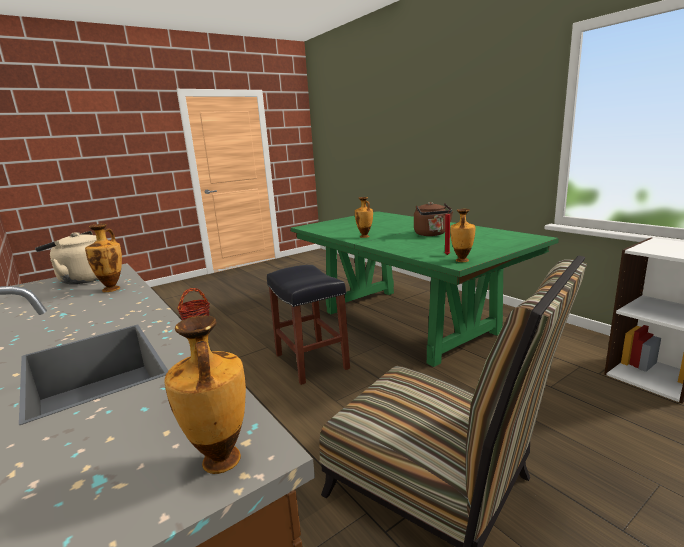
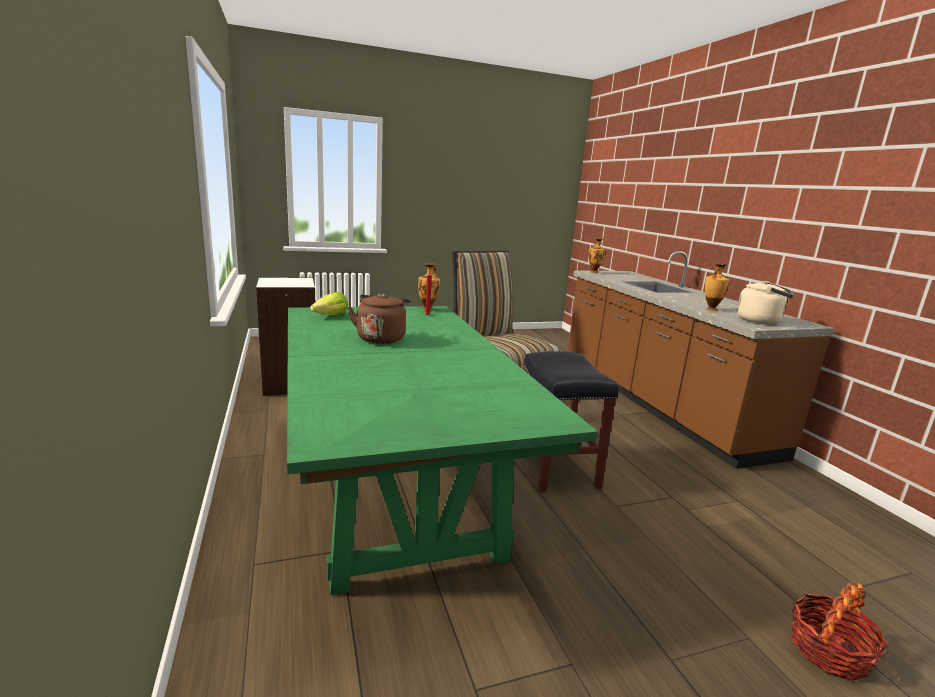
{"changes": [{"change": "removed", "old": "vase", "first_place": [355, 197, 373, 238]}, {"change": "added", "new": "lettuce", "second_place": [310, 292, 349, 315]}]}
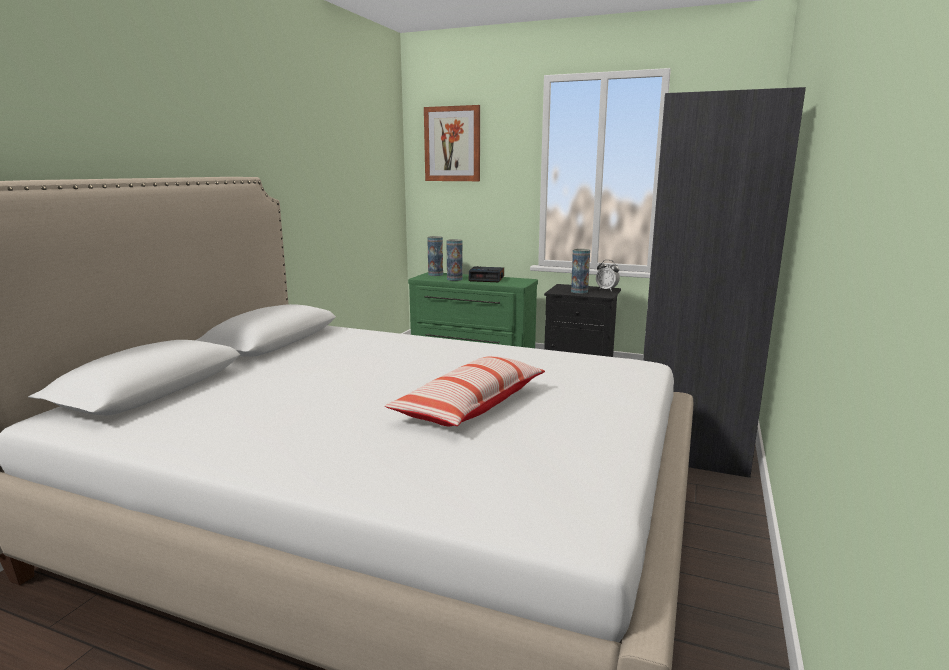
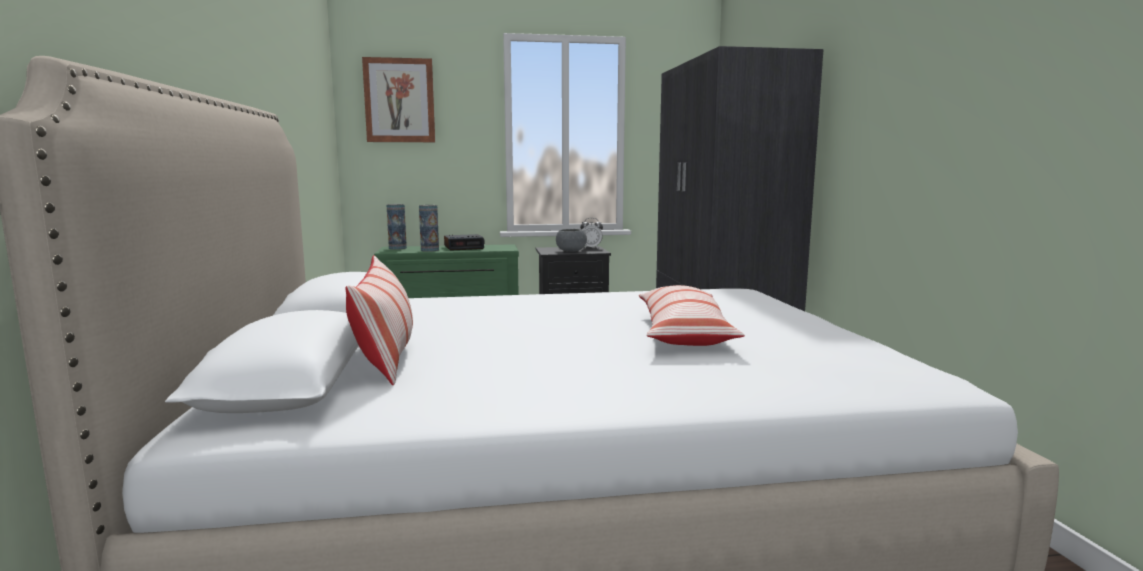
{"changes": [{"change": "replaced", "old": "vase", "new": "bowl in grey", "first_place": [571, 249, 590, 294], "second_place": [556, 229, 587, 252]}, {"change": "added", "new": "pillow", "second_place": [345, 255, 413, 386]}]}
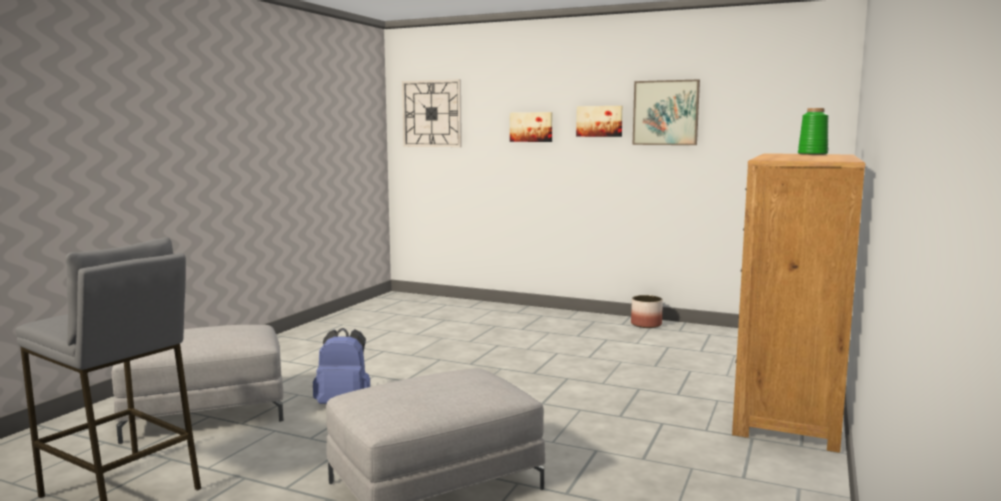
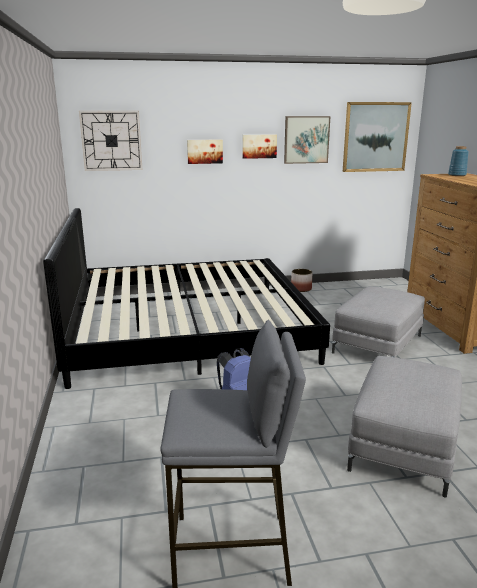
{"changes": [{"change": "recoloured", "old": "vase in green", "new": "vase in blue", "first_place": [798, 108, 829, 155], "second_place": [448, 146, 469, 176]}, {"change": "moved", "old": "ottoman in grey", "first_place": [111, 325, 284, 444], "second_place": [332, 286, 425, 358]}, {"change": "added", "new": "picture", "second_place": [343, 102, 412, 172]}, {"change": "added", "new": "bed", "second_place": [43, 208, 330, 389]}]}
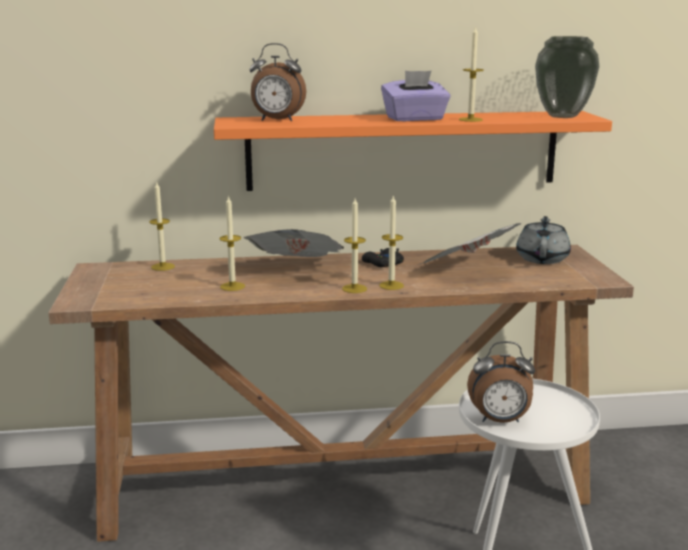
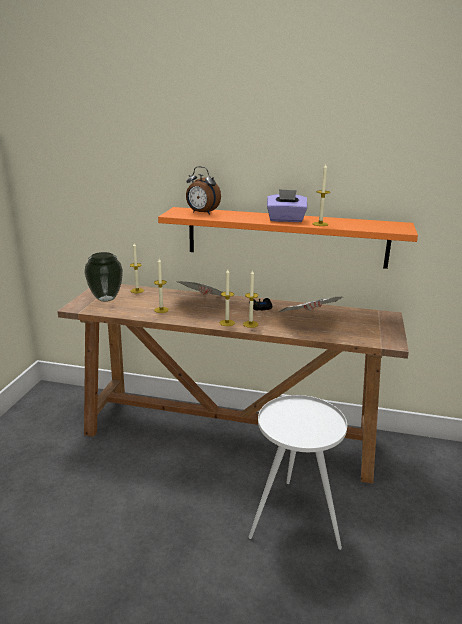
{"changes": [{"change": "moved", "old": "vase", "first_place": [535, 36, 599, 118], "second_place": [84, 252, 123, 302]}, {"change": "removed", "old": "teapot in grey", "first_place": [516, 216, 571, 264]}, {"change": "removed", "old": "alarm clock", "first_place": [467, 341, 535, 423]}]}
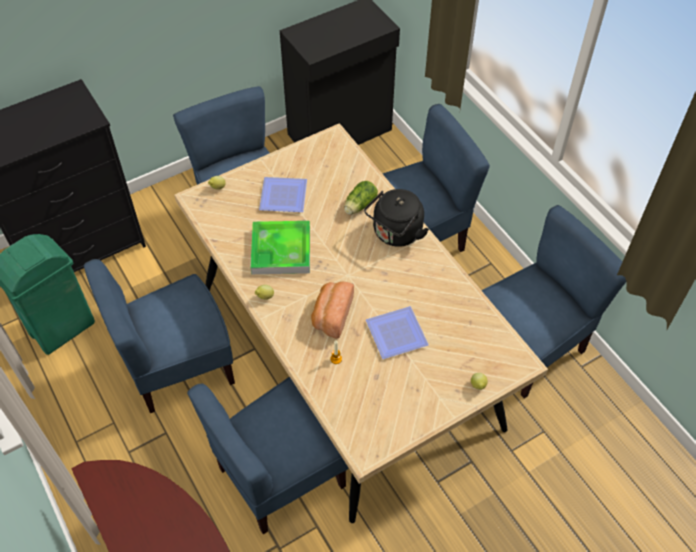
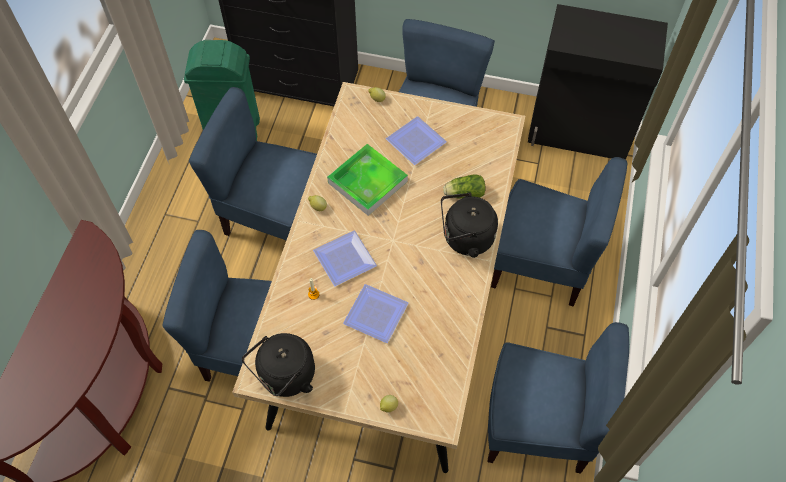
{"changes": [{"change": "replaced", "old": "bread", "new": "plate", "first_place": [311, 282, 354, 339], "second_place": [313, 231, 377, 286]}, {"change": "added", "new": "kettle in black", "second_place": [242, 333, 315, 397]}]}
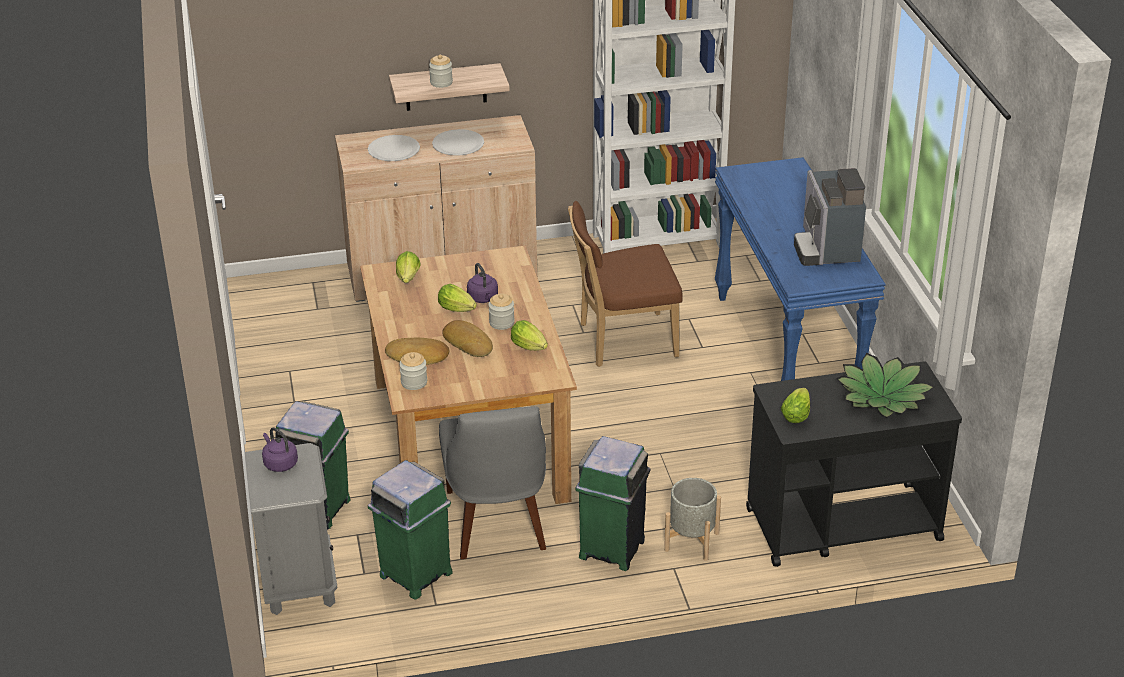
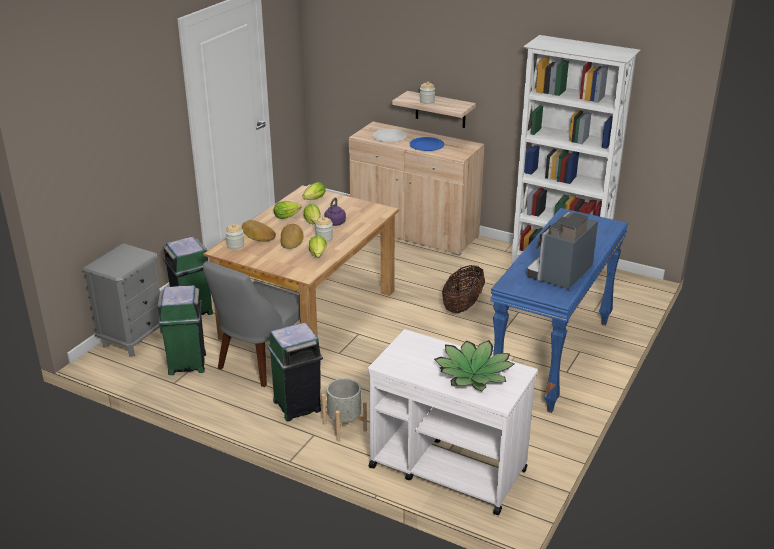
{"changes": [{"change": "recoloured", "old": "plate in white", "new": "plate in blue", "first_place": [432, 129, 484, 156], "second_place": [409, 137, 445, 151]}, {"change": "replaced", "old": "chair in brown", "new": "basket", "first_place": [568, 201, 683, 367], "second_place": [442, 265, 485, 313]}, {"change": "recoloured", "old": "cart in black", "new": "cart in white", "first_place": [746, 361, 962, 567], "second_place": [368, 329, 538, 515]}, {"change": "moved", "old": "lettuce", "first_place": [781, 388, 810, 423], "second_place": [274, 201, 301, 219]}, {"change": "removed", "old": "kettle in purple", "first_place": [262, 427, 298, 472]}]}
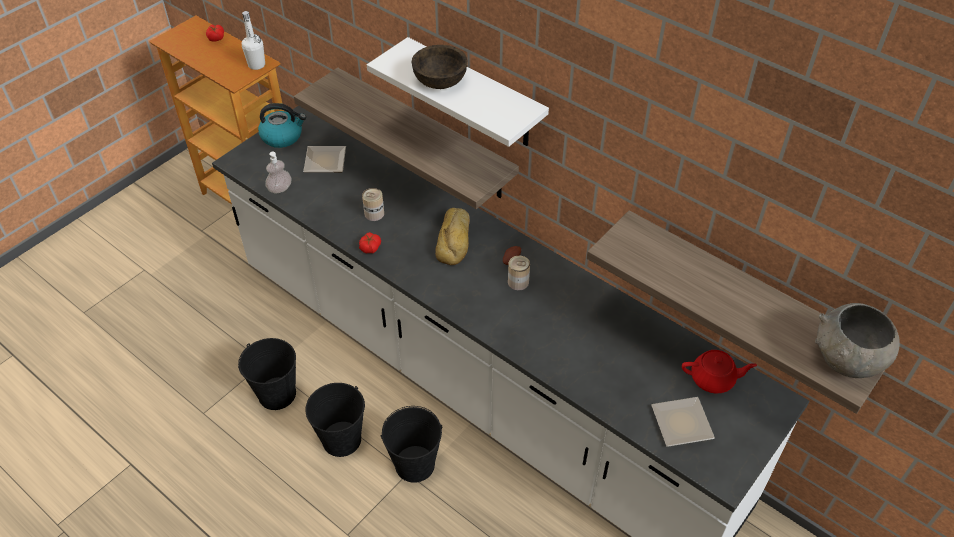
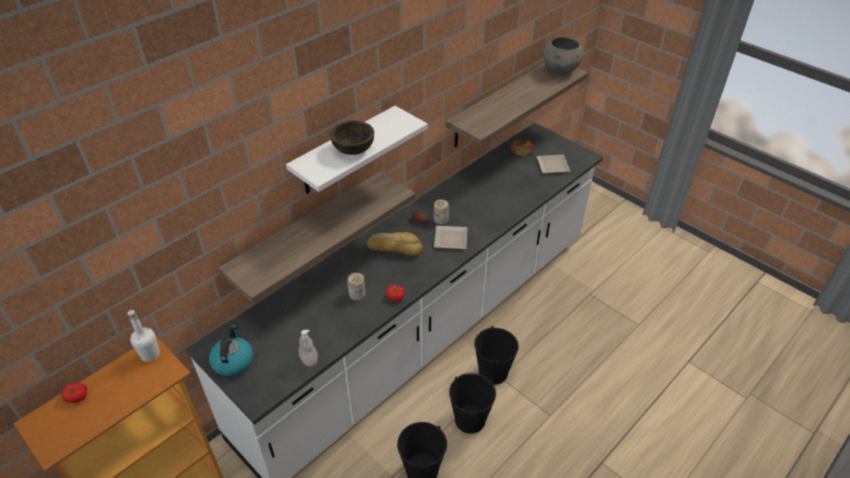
{"changes": [{"change": "moved", "old": "plate", "first_place": [303, 146, 346, 173], "second_place": [434, 226, 467, 249]}, {"change": "replaced", "old": "teapot in red", "new": "bread", "first_place": [682, 350, 757, 394], "second_place": [510, 136, 534, 156]}]}
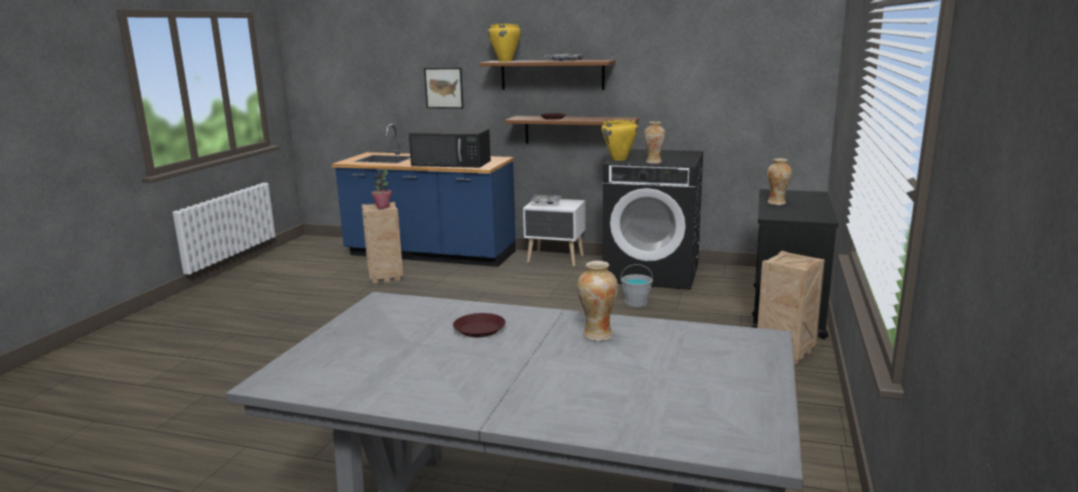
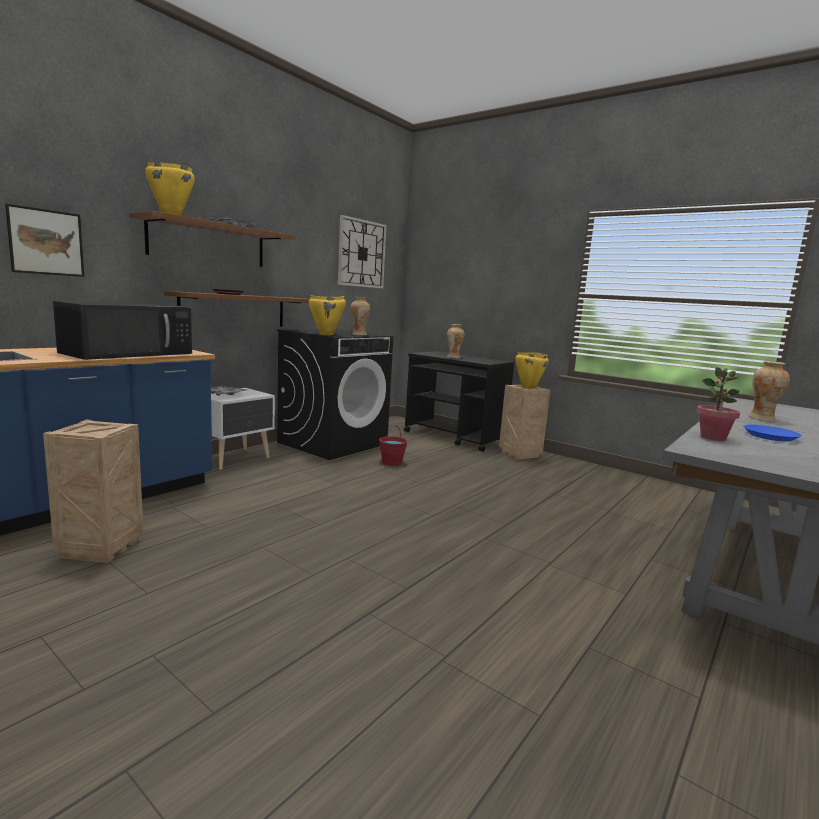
{"changes": [{"change": "moved", "old": "potted plant", "first_place": [371, 170, 392, 209], "second_place": [697, 367, 740, 441]}, {"change": "recoloured", "old": "bucket in grey", "new": "bucket in red", "first_place": [621, 264, 653, 307], "second_place": [379, 426, 408, 466]}, {"change": "recoloured", "old": "plate in brown", "new": "plate in blue", "first_place": [453, 313, 506, 337], "second_place": [743, 425, 802, 442]}, {"change": "added", "new": "wall clock", "second_place": [338, 215, 386, 288]}, {"change": "added", "new": "cooking pot in yellow", "second_place": [515, 352, 548, 389]}]}
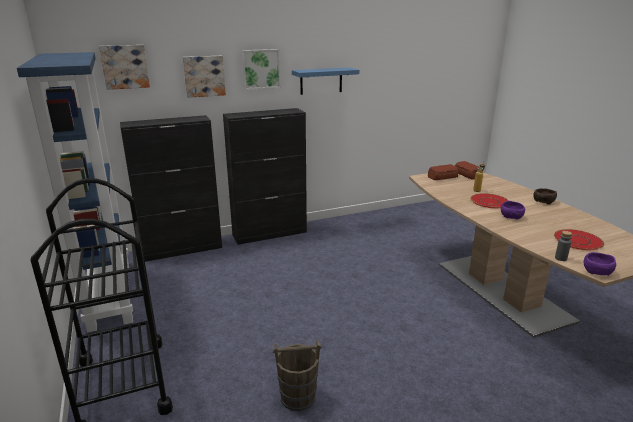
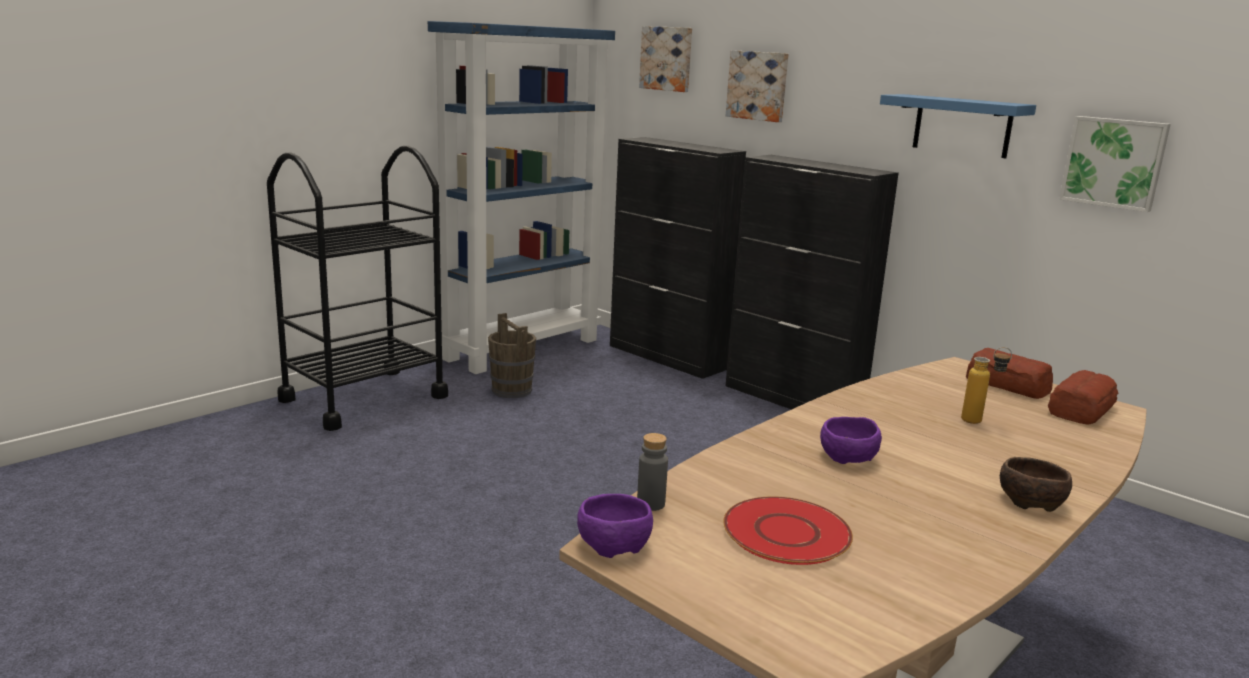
{"changes": [{"change": "moved", "old": "picture", "first_place": [242, 49, 280, 90], "second_place": [1059, 116, 1171, 212]}, {"change": "removed", "old": "plate in red", "first_place": [471, 193, 509, 208]}, {"change": "moved", "old": "bucket in brown", "first_place": [273, 340, 321, 411], "second_place": [488, 313, 536, 398]}]}
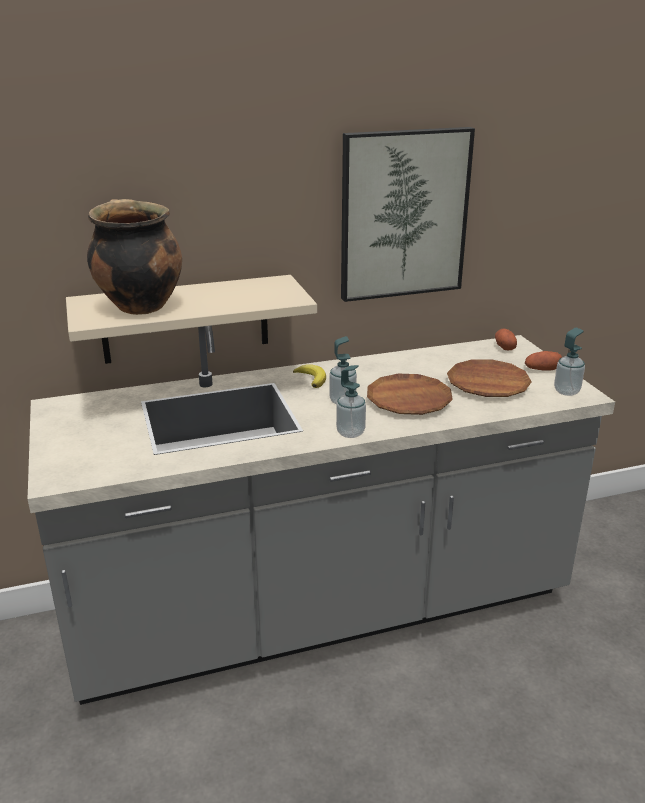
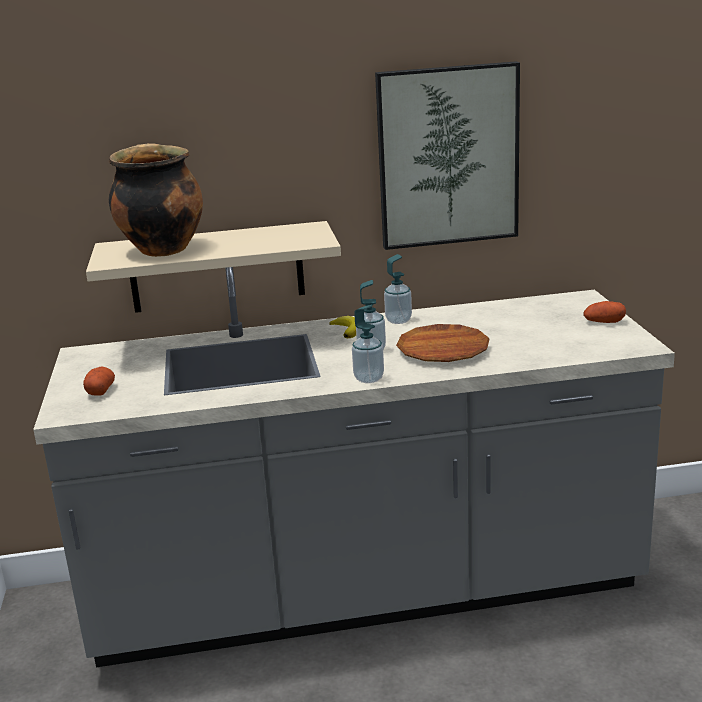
{"changes": [{"change": "moved", "old": "potato", "first_place": [495, 328, 517, 350], "second_place": [83, 367, 115, 396]}, {"change": "moved", "old": "soap dispenser", "first_place": [554, 328, 585, 396], "second_place": [384, 254, 412, 324]}, {"change": "removed", "old": "plate in brown", "first_place": [447, 359, 532, 397]}]}
